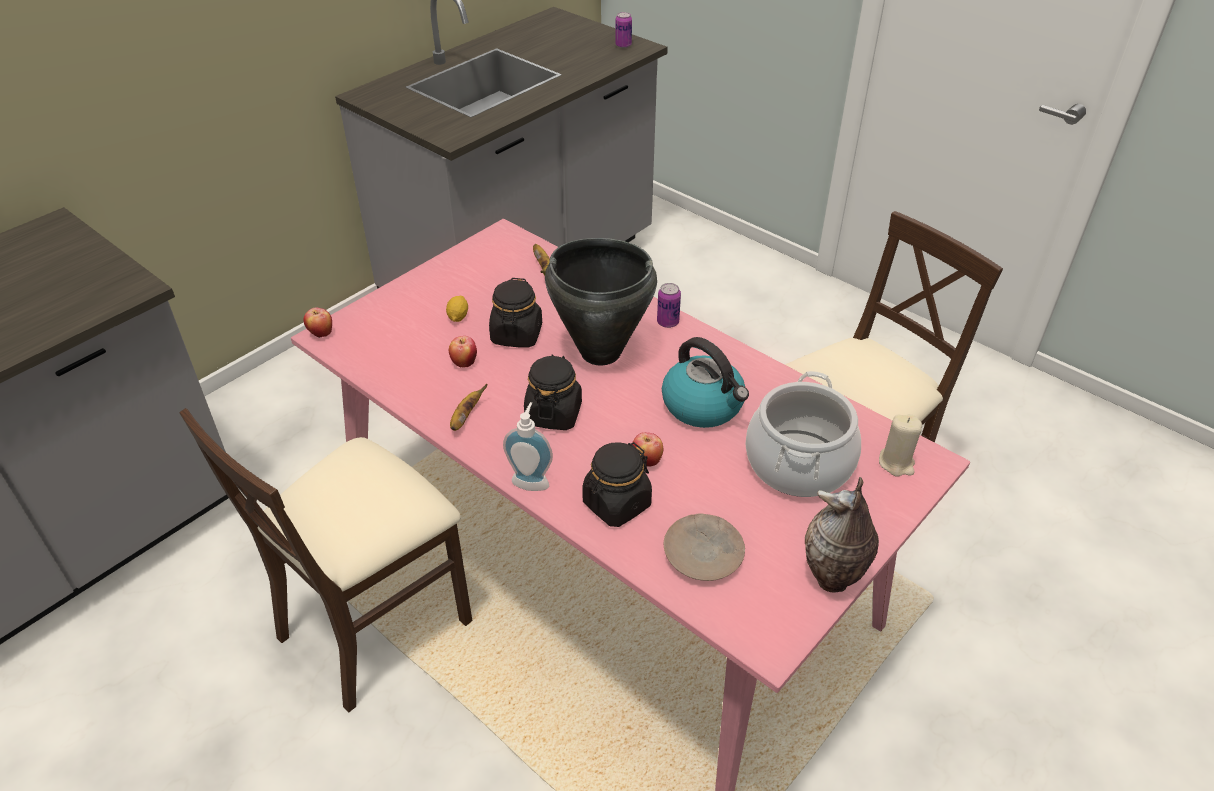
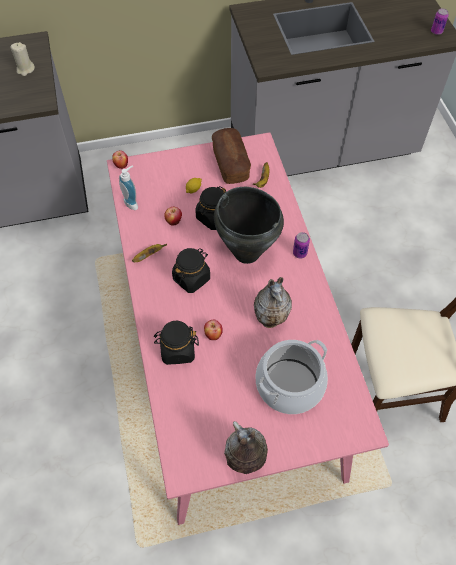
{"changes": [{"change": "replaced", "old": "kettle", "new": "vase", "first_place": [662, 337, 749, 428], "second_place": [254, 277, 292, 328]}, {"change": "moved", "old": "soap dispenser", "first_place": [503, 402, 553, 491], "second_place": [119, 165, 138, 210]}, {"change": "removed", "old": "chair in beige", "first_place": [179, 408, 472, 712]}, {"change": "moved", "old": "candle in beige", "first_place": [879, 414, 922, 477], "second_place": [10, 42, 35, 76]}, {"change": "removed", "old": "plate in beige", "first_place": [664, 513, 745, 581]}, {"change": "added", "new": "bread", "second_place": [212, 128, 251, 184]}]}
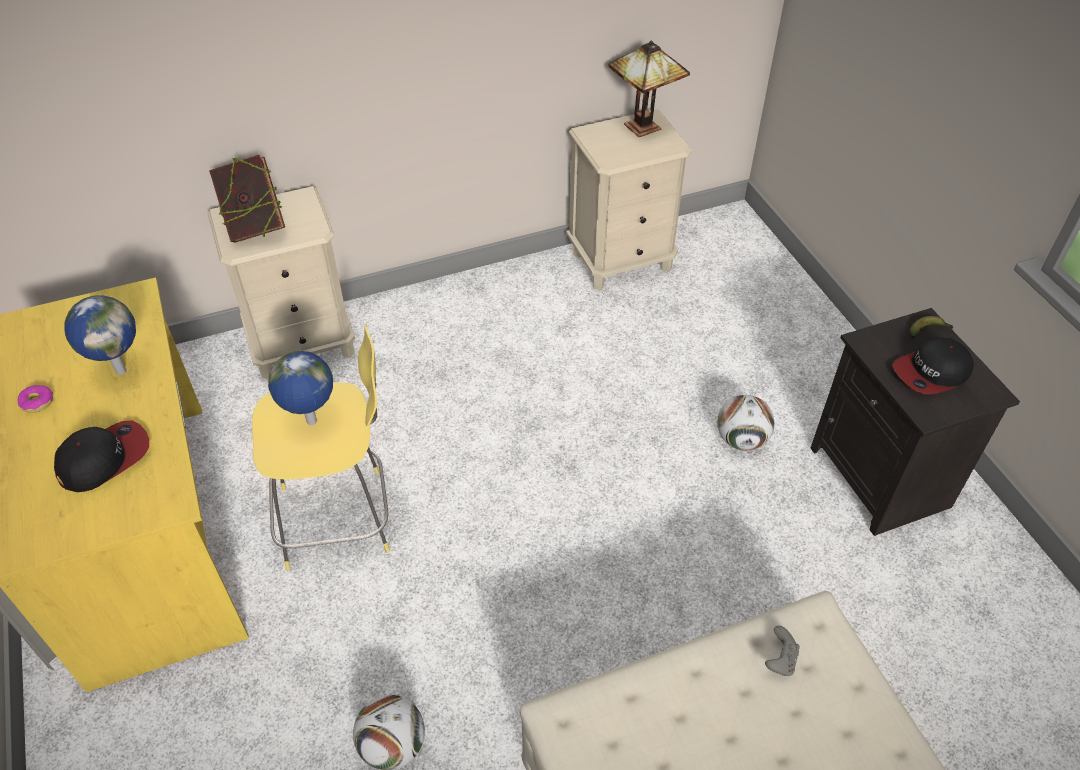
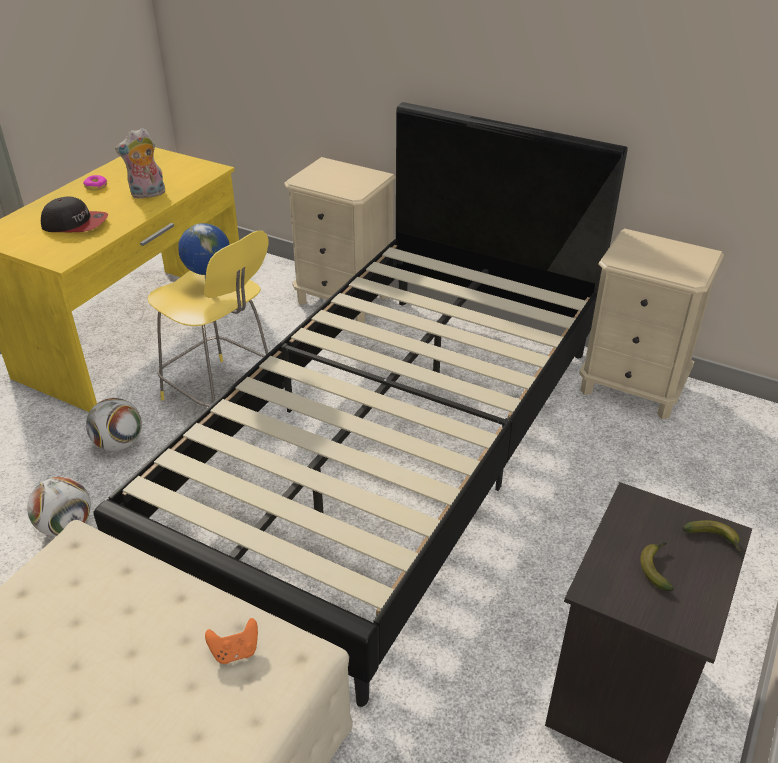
{"changes": [{"change": "removed", "old": "table lamp", "first_place": [608, 41, 690, 137]}, {"change": "removed", "old": "book", "first_place": [209, 155, 285, 242]}, {"change": "replaced", "old": "globe", "new": "plush toy", "first_place": [64, 295, 136, 375], "second_place": [115, 128, 165, 199]}, {"change": "replaced", "old": "cap", "new": "banana", "first_place": [892, 338, 974, 394], "second_place": [640, 541, 674, 591]}, {"change": "moved", "old": "football", "first_place": [717, 395, 774, 451], "second_place": [86, 398, 142, 451]}, {"change": "recoloured", "old": "game controller in grey", "new": "game controller in orange", "first_place": [765, 626, 800, 676], "second_place": [205, 618, 258, 664]}, {"change": "added", "new": "bed in black", "second_place": [93, 102, 628, 707]}]}
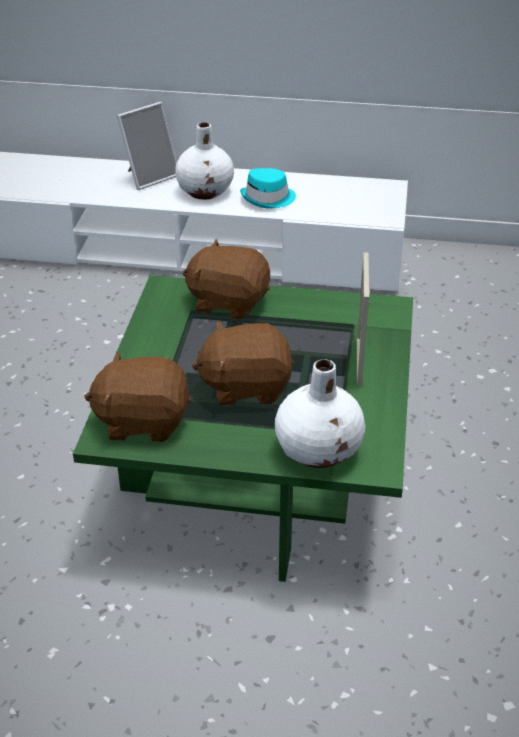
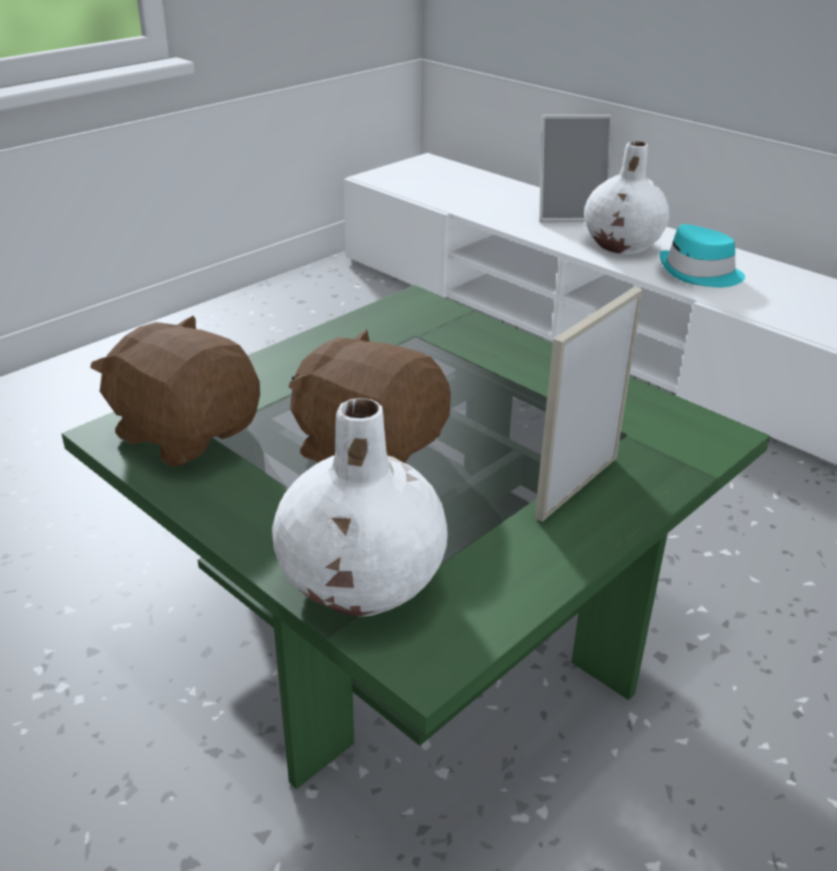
{"changes": [{"change": "removed", "old": "plush toy in brown", "first_place": [182, 239, 270, 320]}]}
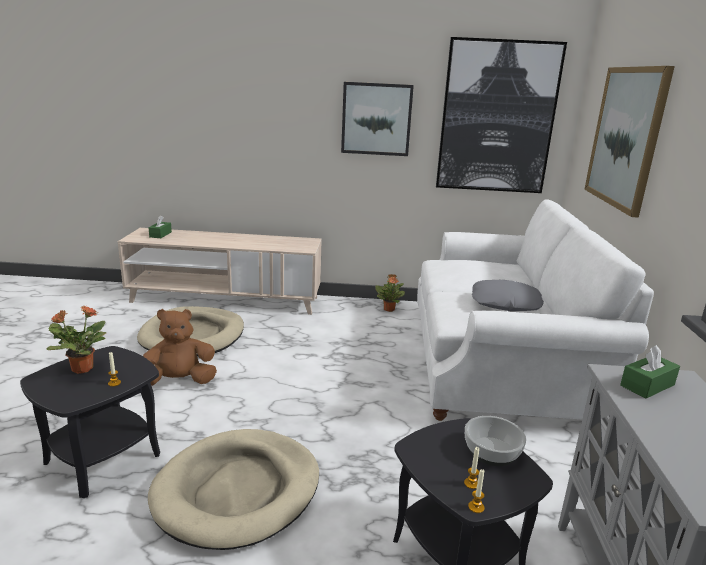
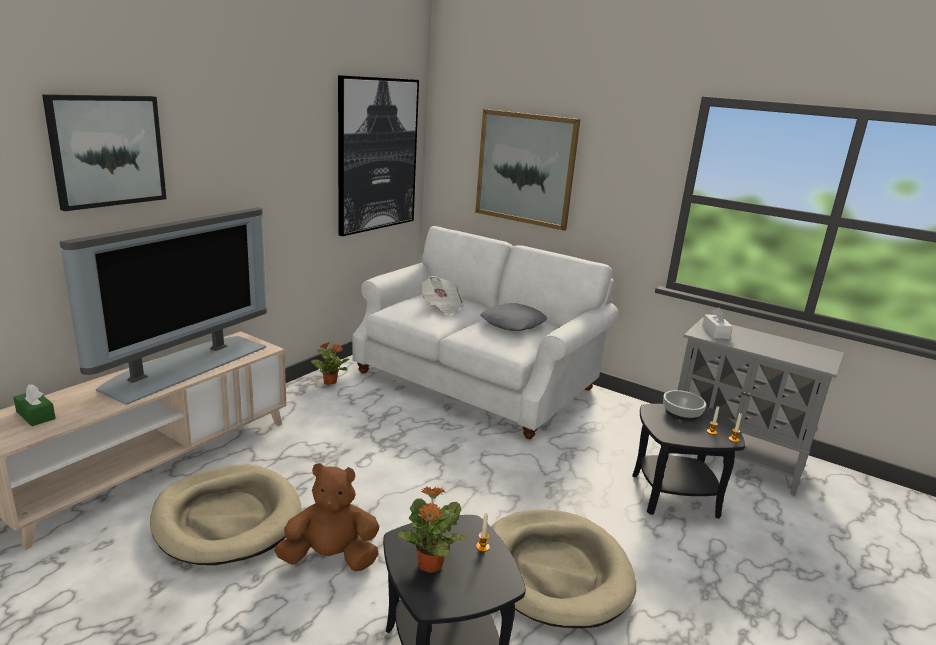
{"changes": [{"change": "moved", "old": "picture", "first_place": [341, 82, 414, 156], "second_place": [42, 94, 166, 211]}, {"change": "turned", "old": "plush toy in brown", "first_place": [143, 309, 217, 386], "second_place": [274, 463, 379, 571], "degrees": 75}, {"change": "recoloured", "old": "tissue box in green", "new": "tissue box in white", "first_place": [620, 345, 680, 399], "second_place": [702, 308, 733, 339]}, {"change": "added", "new": "television", "second_place": [60, 207, 267, 405]}, {"change": "added", "new": "newspaper", "second_place": [421, 276, 464, 315]}]}
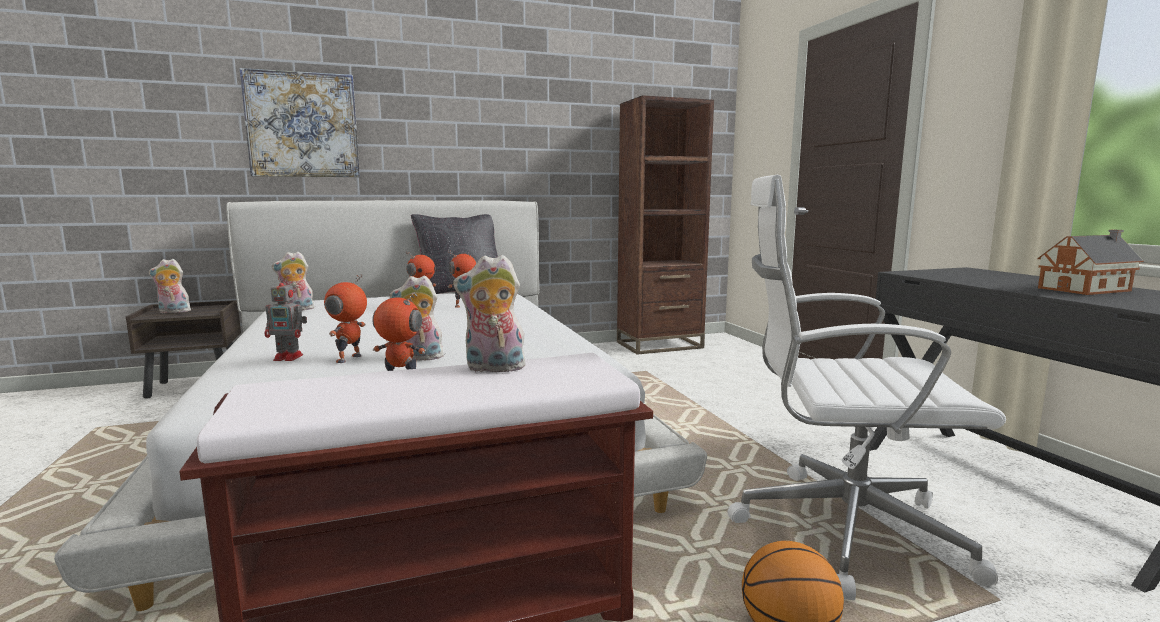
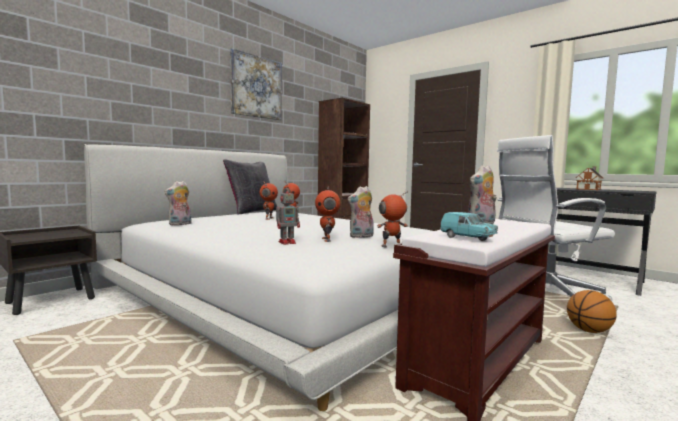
{"changes": [{"change": "moved", "old": "picture", "first_place": [240, 68, 360, 177], "second_place": [230, 48, 282, 121]}, {"change": "removed", "old": "plush toy", "first_place": [149, 259, 191, 313]}, {"change": "added", "new": "toy car in turquoise", "second_place": [440, 212, 498, 241]}]}
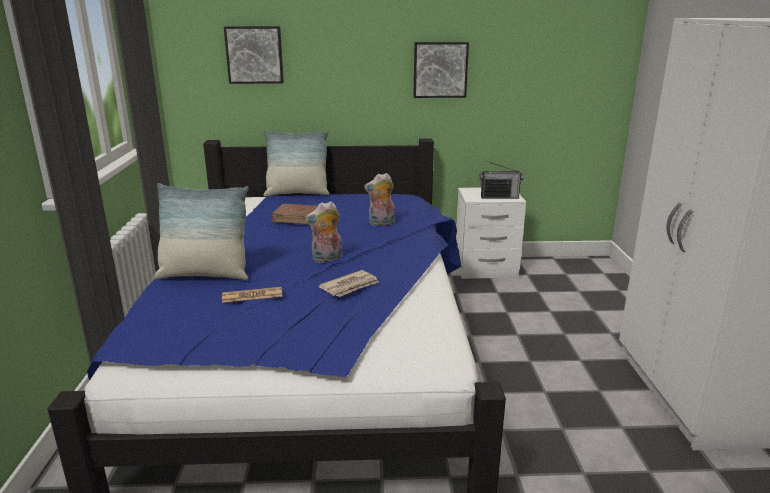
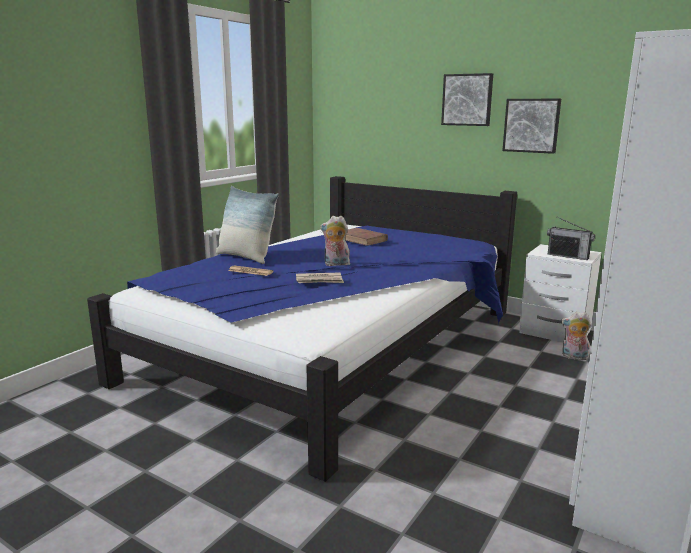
{"changes": [{"change": "moved", "old": "picture", "first_place": [224, 26, 284, 84], "second_place": [441, 73, 493, 126]}, {"change": "removed", "old": "pillow", "first_place": [264, 130, 329, 196]}, {"change": "moved", "old": "plush toy", "first_place": [364, 173, 395, 226], "second_place": [561, 312, 591, 360]}]}
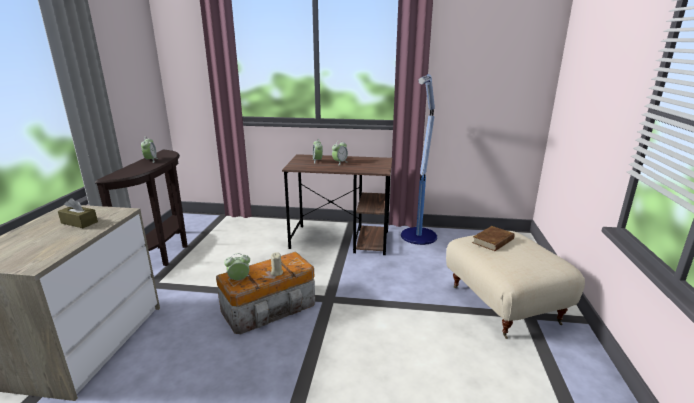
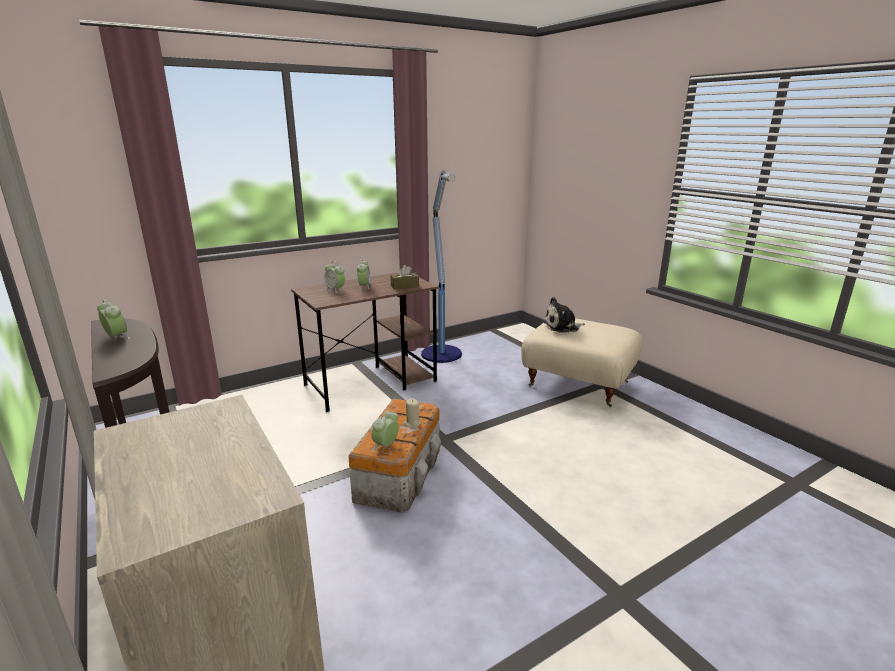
{"changes": [{"change": "moved", "old": "tissue box in brown", "first_place": [58, 198, 98, 228], "second_place": [390, 265, 419, 289]}, {"change": "replaced", "old": "book in brown", "new": "plush toy", "first_place": [472, 226, 515, 251], "second_place": [543, 297, 585, 333]}]}
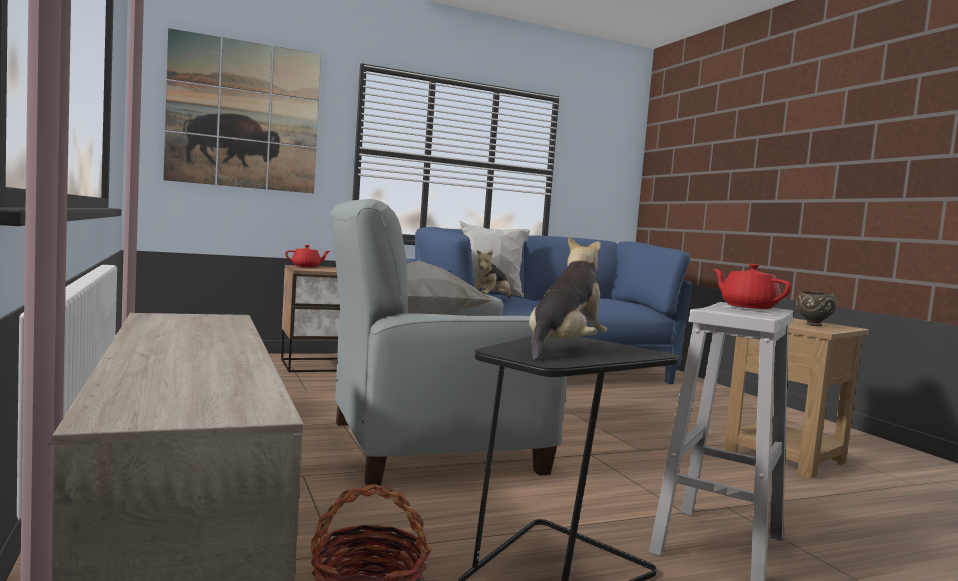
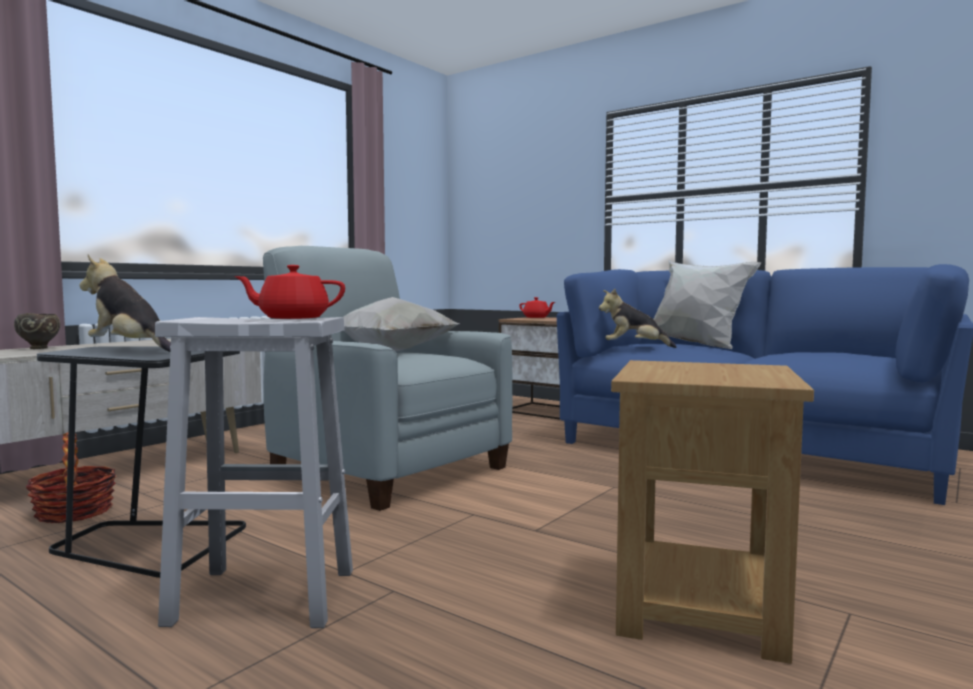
{"changes": [{"change": "removed", "old": "picture", "first_place": [163, 28, 321, 193]}, {"change": "turned", "old": "plush toy", "first_place": [529, 236, 607, 360], "second_place": [80, 255, 171, 352], "degrees": -150}, {"change": "turned", "old": "teapot in red", "first_place": [713, 264, 791, 309], "second_place": [234, 265, 345, 319], "degrees": -120}, {"change": "moved", "old": "bowl in brown", "first_place": [796, 292, 837, 326], "second_place": [14, 313, 60, 349]}]}
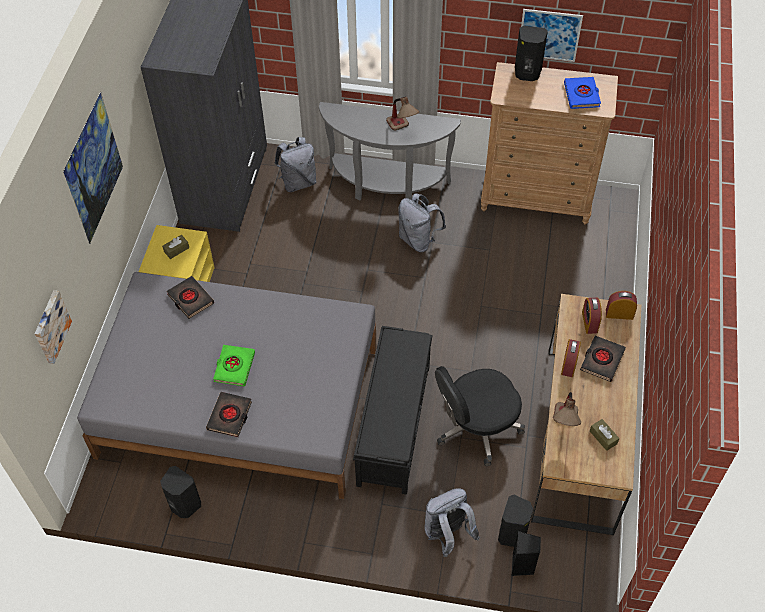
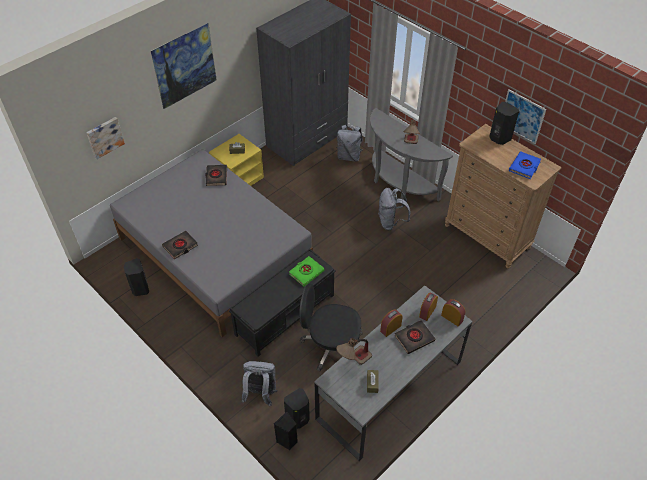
{"changes": [{"change": "recoloured", "old": "desk in brown", "new": "desk in grey", "first_place": [531, 294, 641, 536], "second_place": [314, 285, 472, 462]}, {"change": "moved", "old": "book in green", "first_place": [213, 345, 255, 386], "second_place": [289, 256, 325, 286]}]}
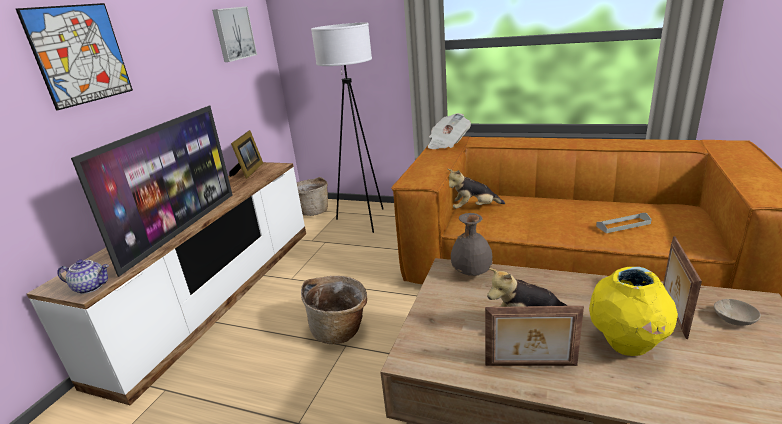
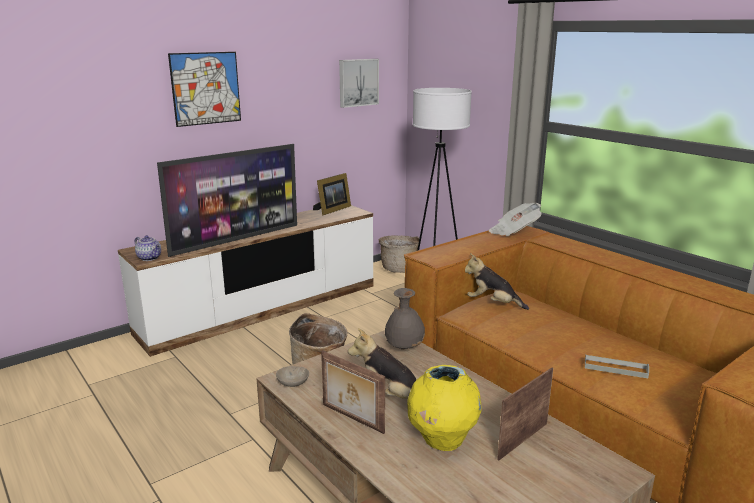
{"changes": [{"change": "moved", "old": "bowl in beige", "first_place": [714, 299, 761, 326], "second_place": [276, 366, 309, 387]}]}
